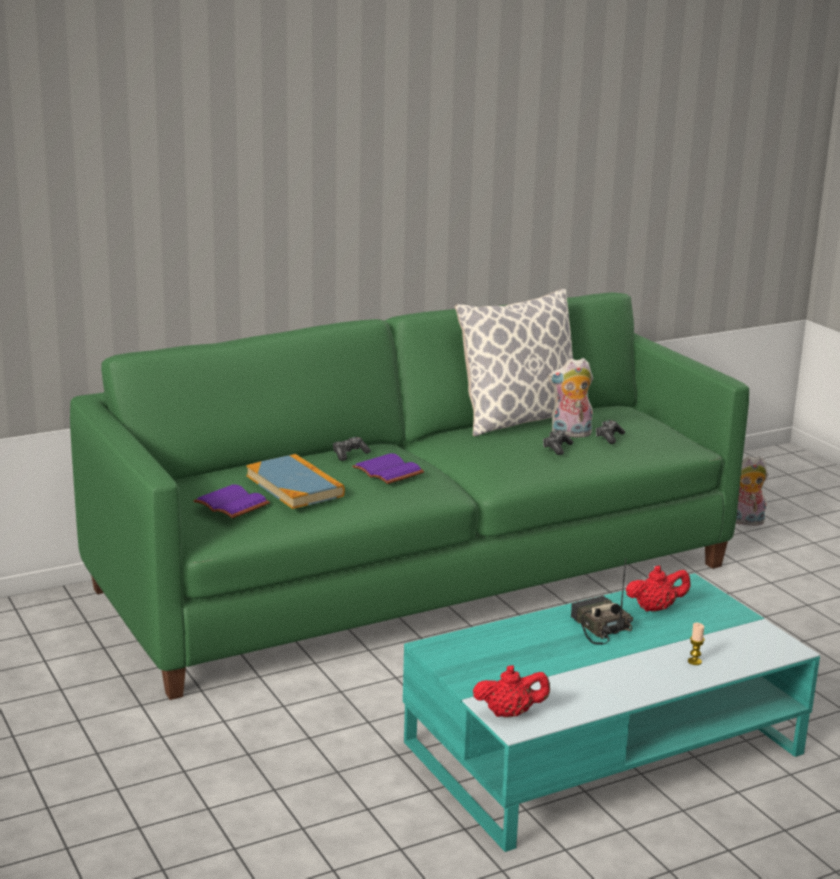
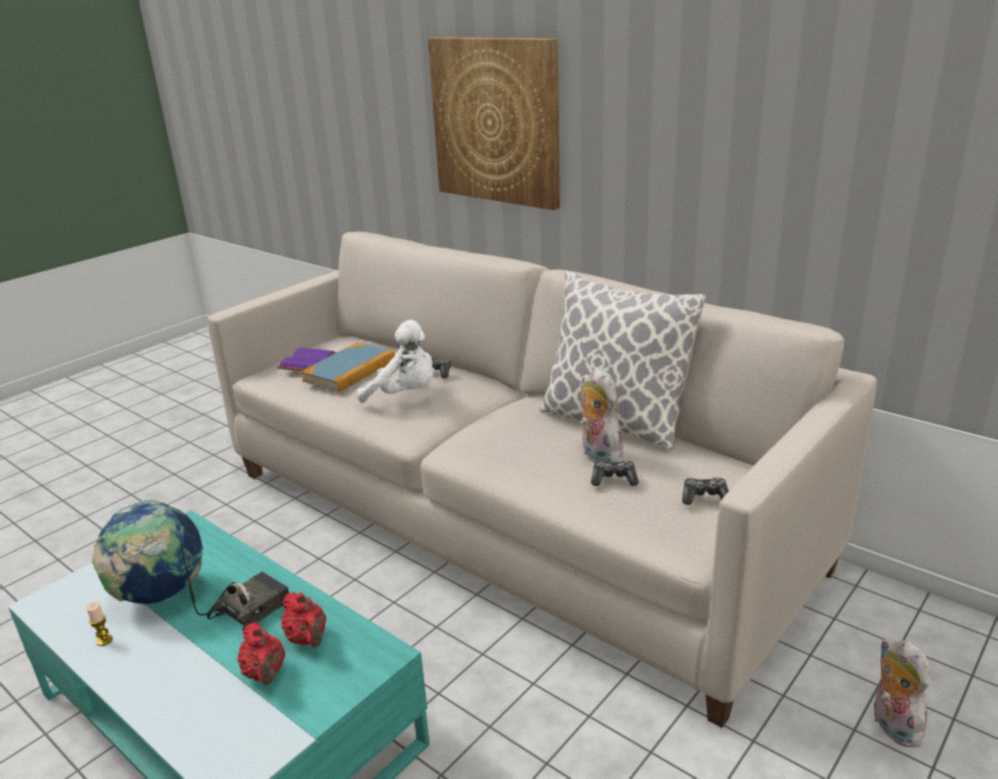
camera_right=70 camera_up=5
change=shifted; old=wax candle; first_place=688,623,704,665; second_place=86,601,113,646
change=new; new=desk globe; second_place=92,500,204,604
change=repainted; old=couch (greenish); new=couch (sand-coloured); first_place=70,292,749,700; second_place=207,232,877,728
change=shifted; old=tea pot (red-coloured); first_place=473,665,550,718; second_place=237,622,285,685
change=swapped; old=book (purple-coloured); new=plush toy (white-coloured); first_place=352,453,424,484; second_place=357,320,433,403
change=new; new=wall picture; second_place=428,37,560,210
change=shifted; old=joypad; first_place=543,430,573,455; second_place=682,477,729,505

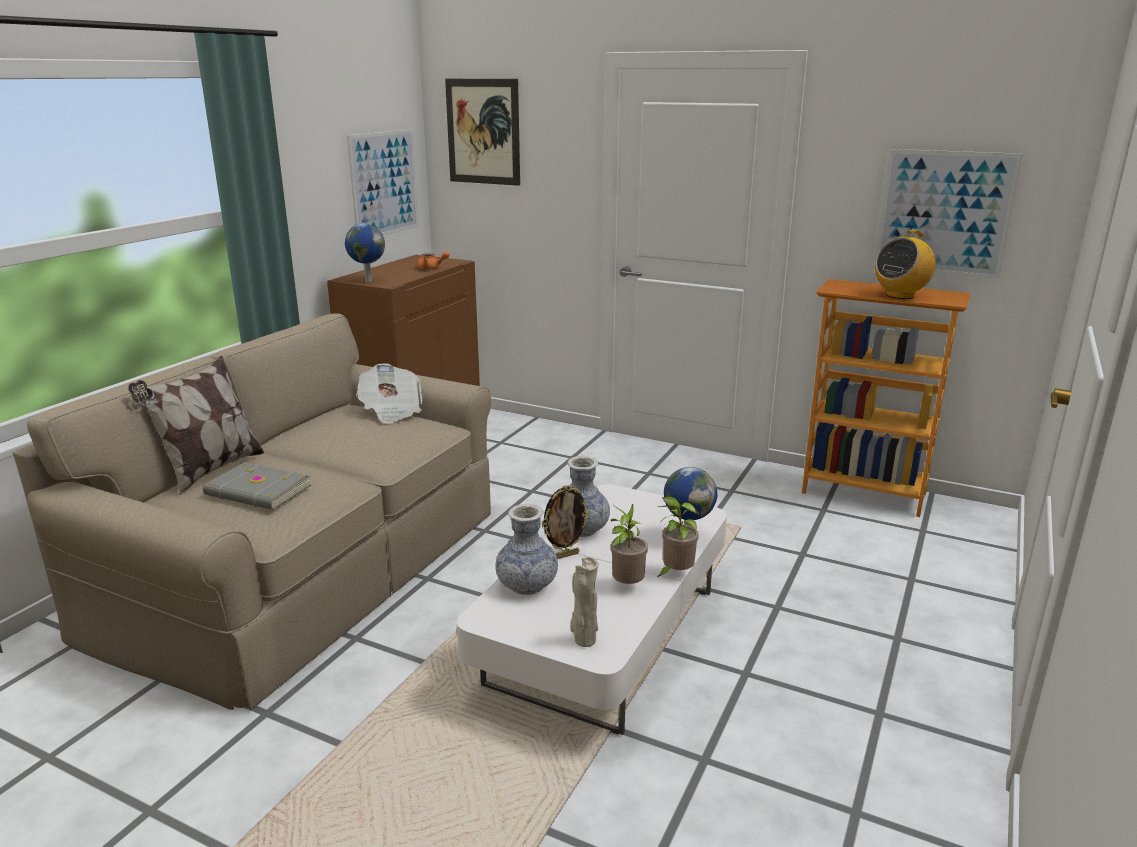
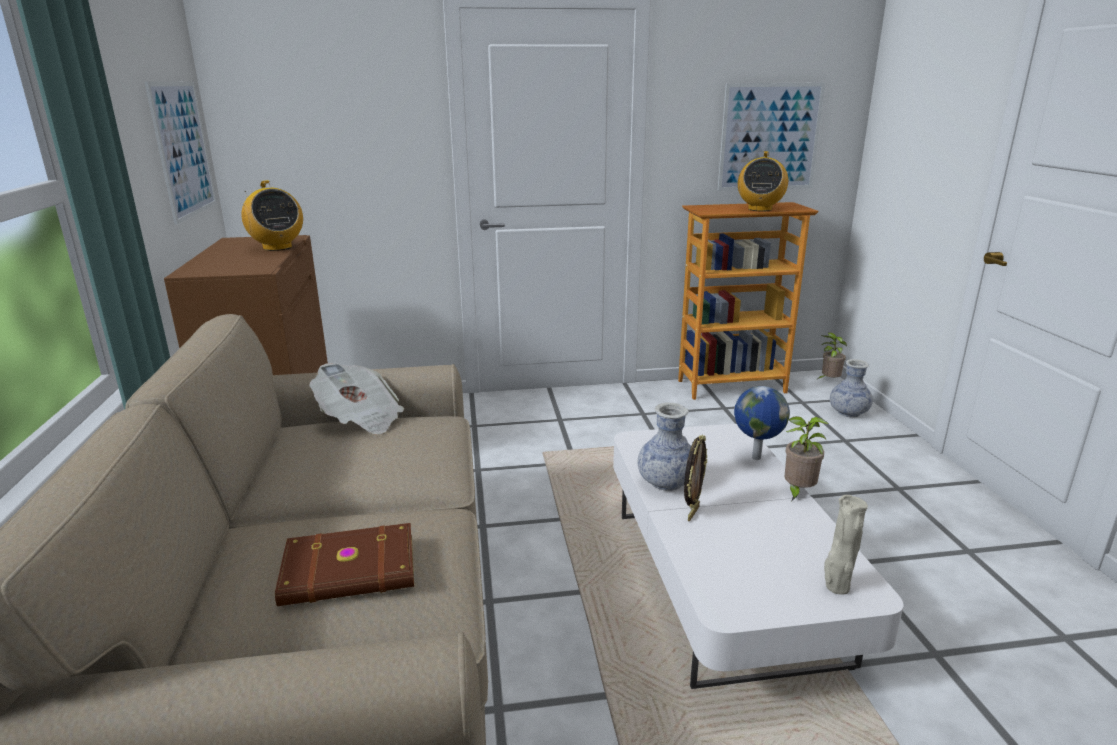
camera_right=-35 camera_up=0
change=swapped; old=tea pot (orangey); new=radio; first_place=417,251,449,270; second_place=241,180,303,251
change=repainted; old=book (greyish); new=book (brown-coloured); first_place=203,462,311,510; second_place=275,523,414,606
change=shifted; old=houseplant; first_place=611,504,648,584; second_place=816,332,847,380
change=shifted; old=flower vase; first_place=495,504,558,595; second_place=830,359,873,417
change=gone; old=throw pillow; first_place=128,356,264,495
change=gone; old=desk globe; first_place=345,223,385,282
change=gone; old=wall picture; first_place=445,79,520,186

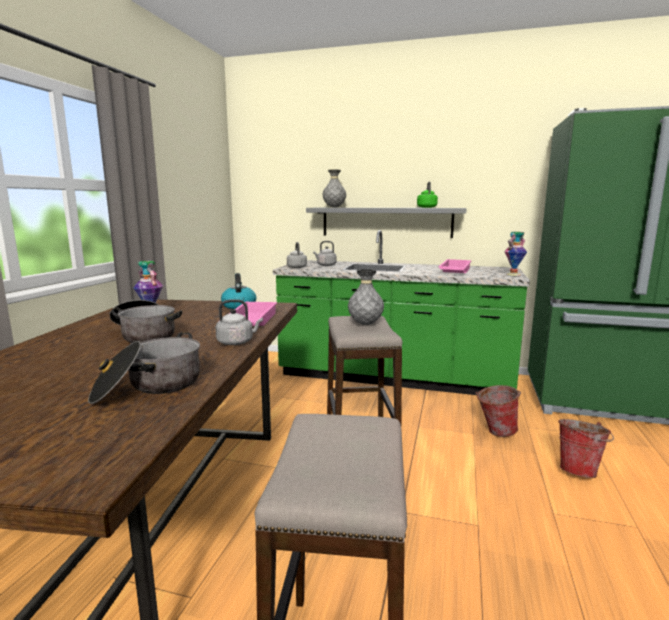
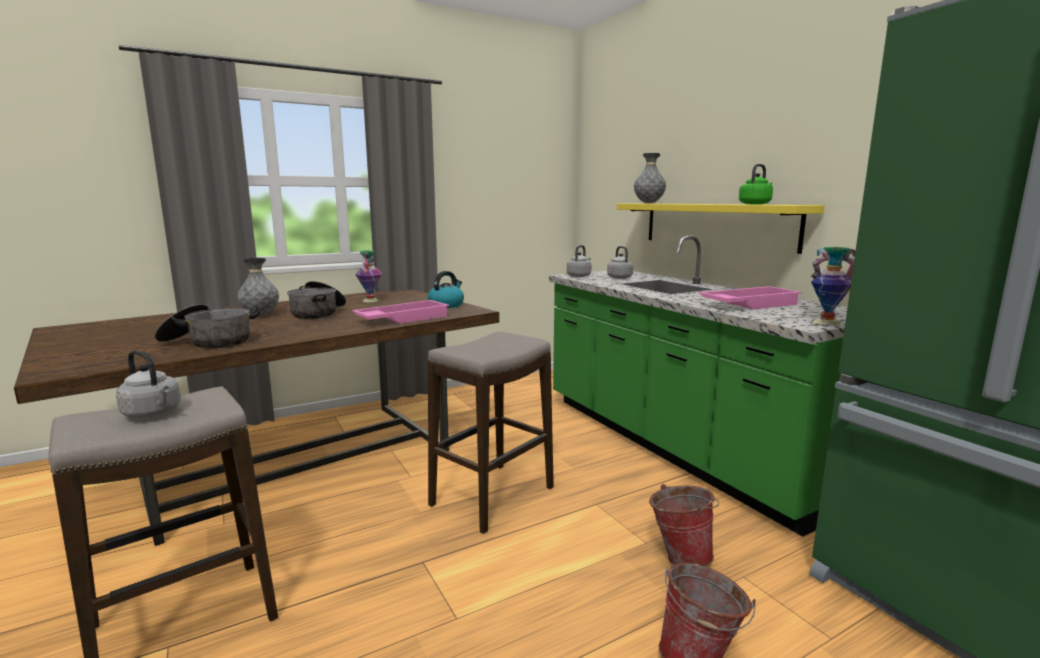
camera_right=45 camera_up=0
change=shifted; old=water kettle (greyish); first_place=215,299,263,345; second_place=116,350,181,418
change=shifted; old=flower vase (greyish); first_place=348,269,384,325; second_place=237,258,279,316
change=repainted; old=wall shelf (greyish); new=wall shelf (yellow); first_place=306,208,467,238; second_place=617,203,825,254

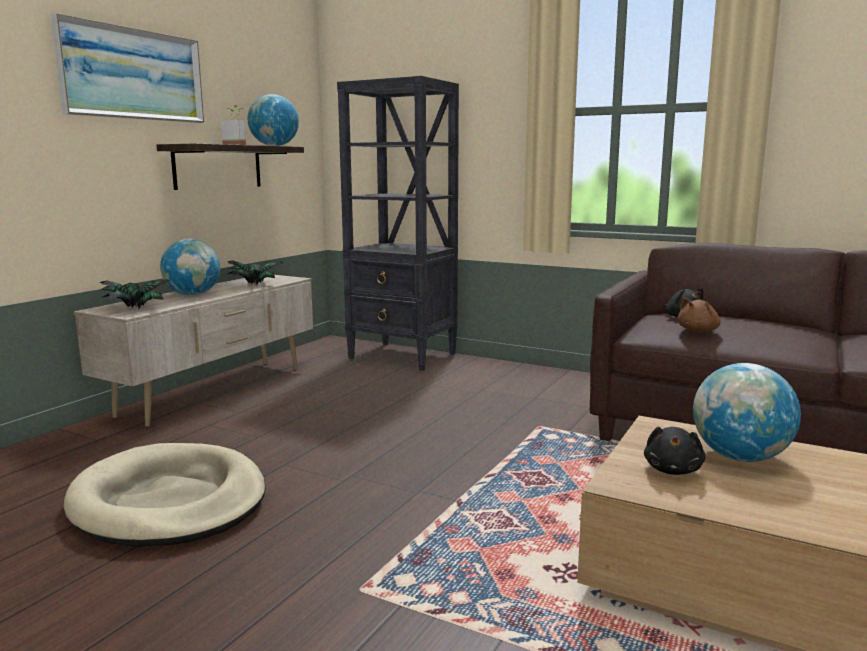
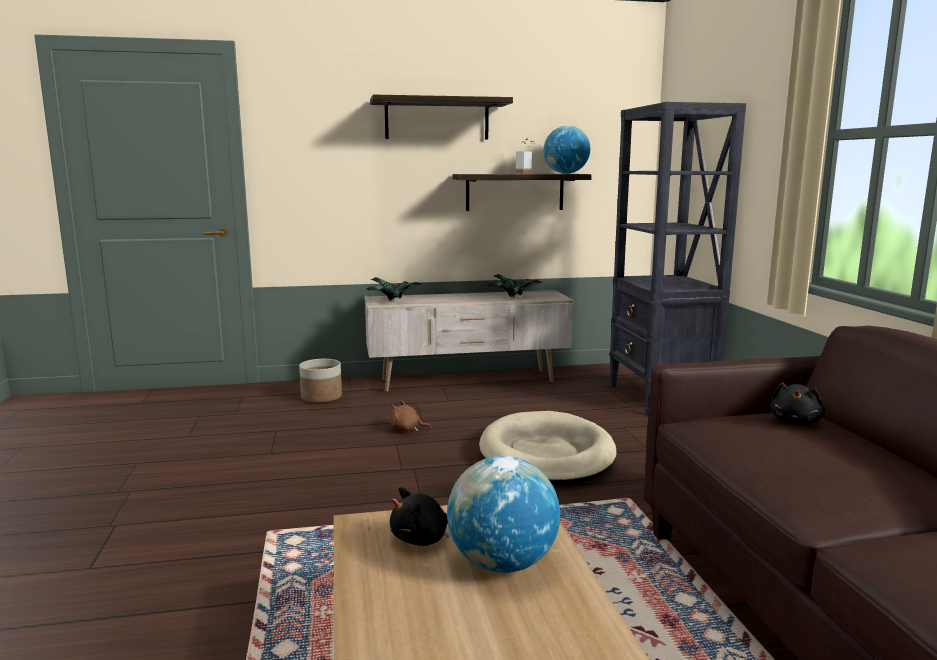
camera_right=50 camera_up=0
change=new; new=planter; second_place=299,359,342,403
change=swapped; old=wall picture; new=wall shelf; first_place=51,13,204,123; second_place=370,95,513,140
change=shifted; old=plush toy (brown-coloured); first_place=678,297,721,332; second_place=390,400,432,431
change=shifted; old=dog cushion (sand-coloured); first_place=64,443,266,547; second_place=479,411,617,486
change=gone; old=desk globe; first_place=160,239,220,296

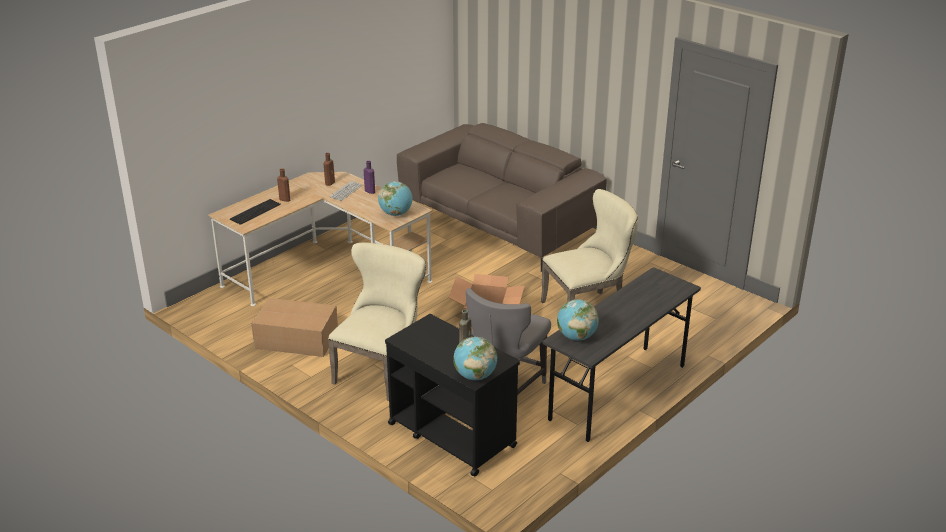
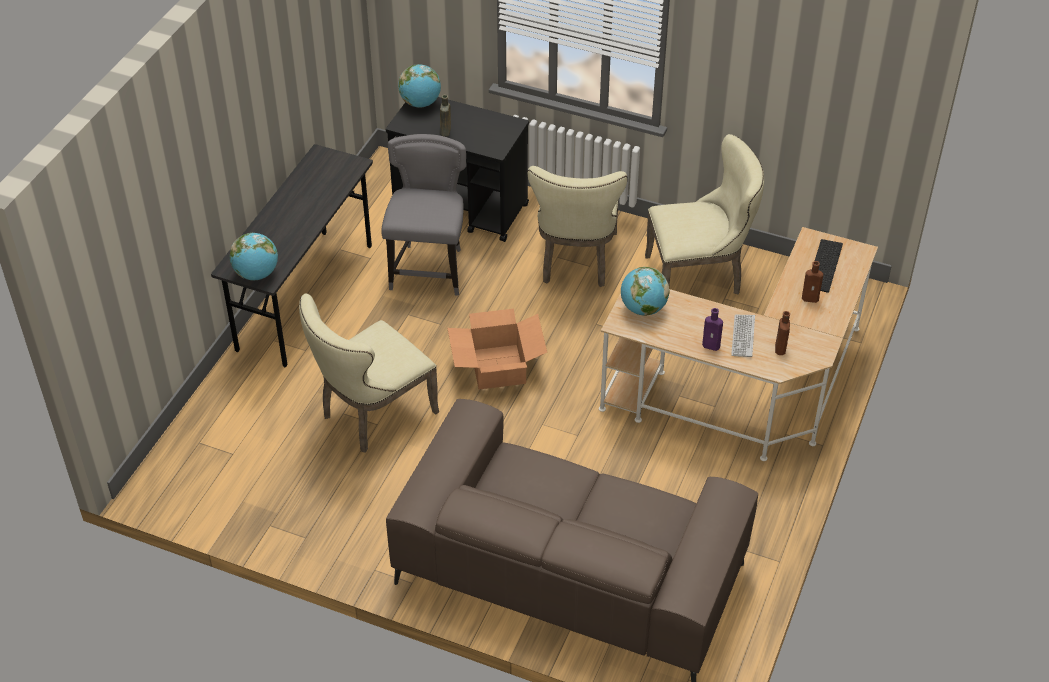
camera_right=160 camera_up=15
change=shifted; old=desk globe; first_place=557,299,599,341; second_place=230,233,278,281
change=swapped; old=carton; new=upright chair (sand-coloured); first_place=252,298,338,357; second_place=645,134,764,294

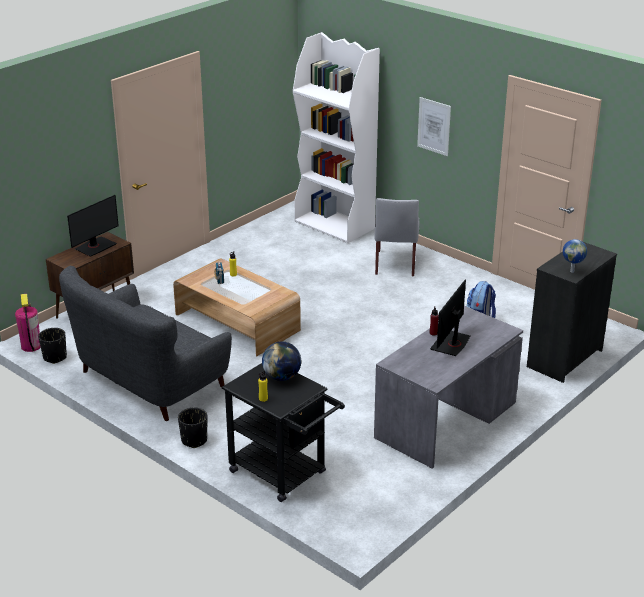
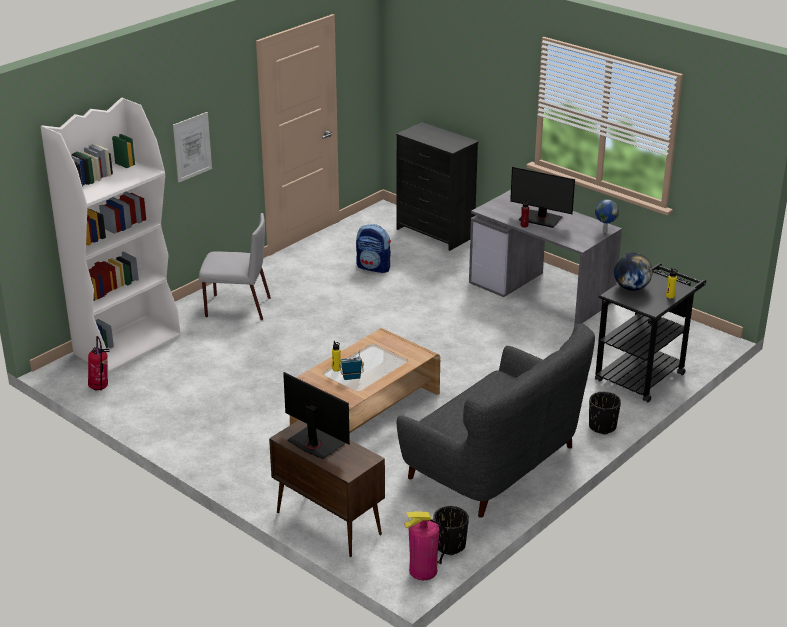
camera_right=-90 camera_up=0
change=new; new=fire extinguisher; second_place=88,336,110,390
change=shifted; old=desk globe; first_place=563,239,587,273; second_place=595,200,619,233

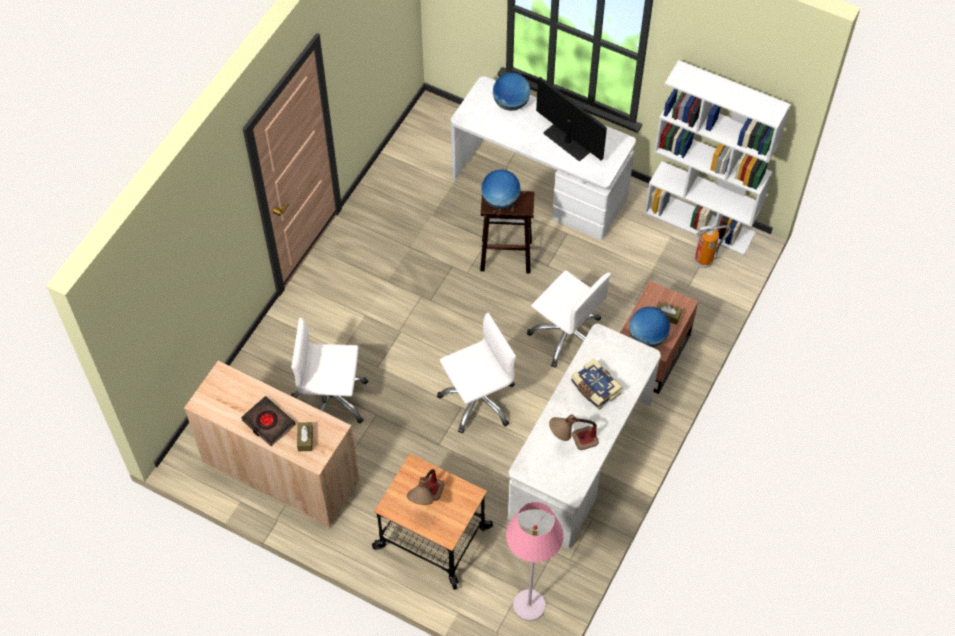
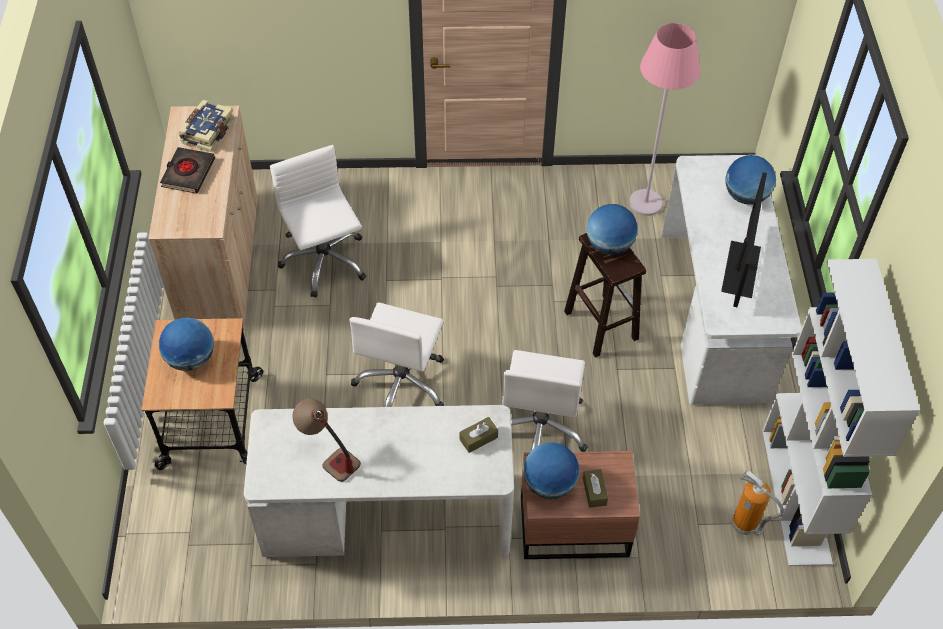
camera_right=60 camera_up=-5
change=swapped; old=tabletop lamp; new=desk globe; first_place=407,469,444,505; second_place=159,318,214,371
change=shifted; old=book; first_place=571,358,622,410; second_place=178,100,235,152
change=rotated; old=computer chair (white-coloured); first_place=437,313,516,434; second_place=349,302,444,407; degrees=75
change=shifted; old=tissue box (brown-coloured); first_place=297,422,313,451; second_place=460,417,498,453
change=shifted; old=standing lamp (pink-coloured); first_place=506,502,564,621; second_place=629,23,700,216

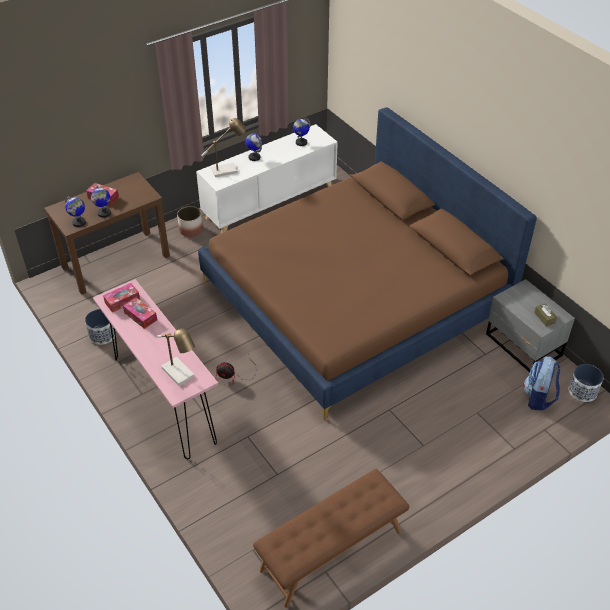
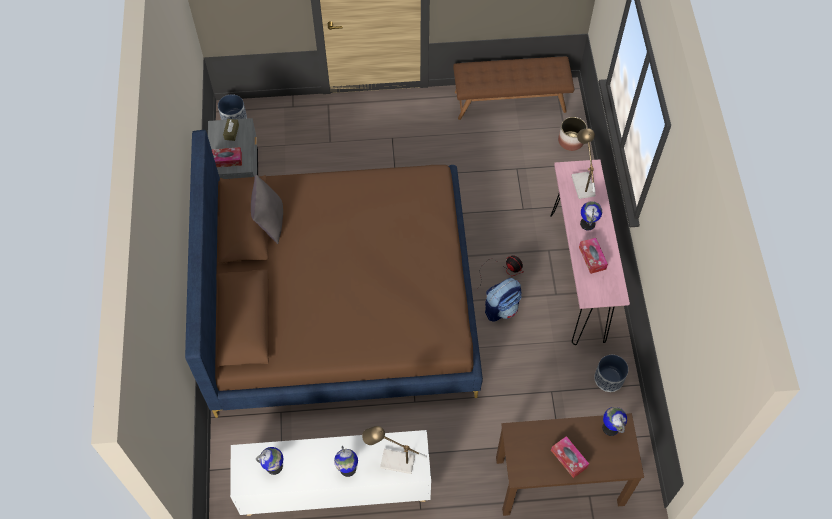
camera_right=-150 camera_up=15
change=shifted; old=tissue box; first_place=103,283,140,312; second_place=212,147,242,167
change=new; new=throw pillow (greyish); second_place=251,175,283,244
change=shifted; old=rucksack; first_place=523,356,561,410; second_place=485,278,522,322
change=shifted; old=planter; first_place=177,206,203,237; second_place=558,117,587,151
change=shifted; old=desk globe; first_place=91,185,111,218; second_place=580,201,602,231

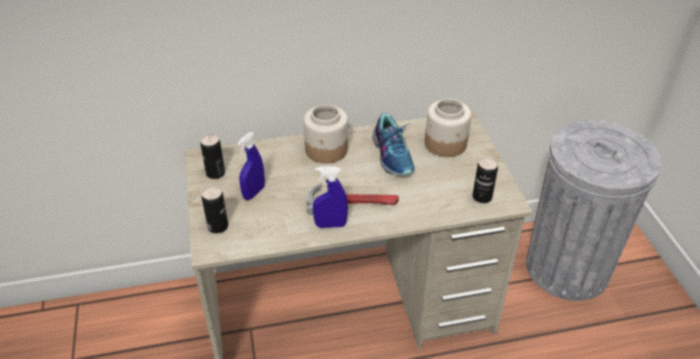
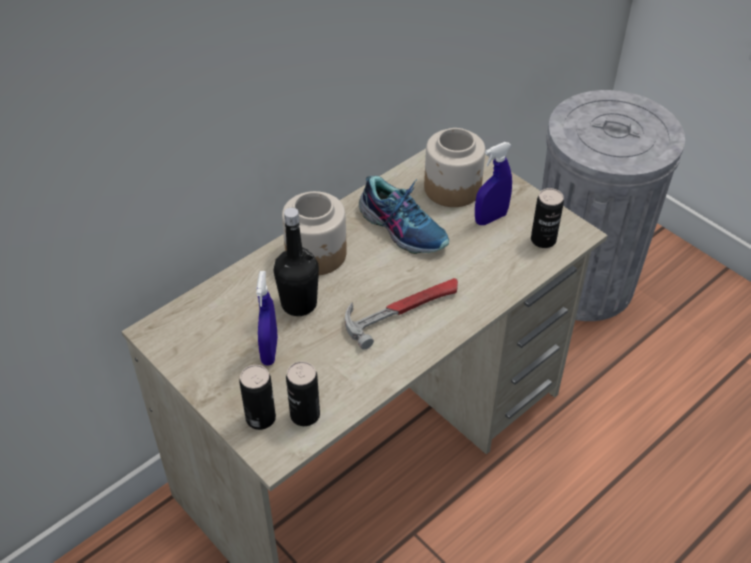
camera_right=-30 camera_up=5
change=new; new=drink bottle (black); second_place=274,207,319,316
change=shifted; old=metal can; first_place=200,134,225,179; second_place=286,361,320,426
change=shifted; old=spray bottle (blue-coloured); first_place=313,166,348,228; second_place=475,142,512,225

